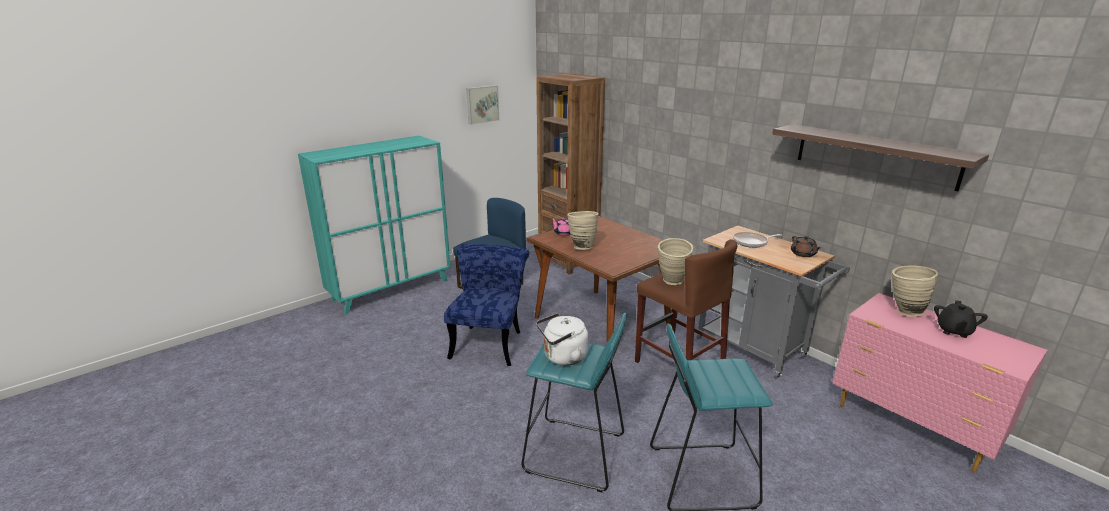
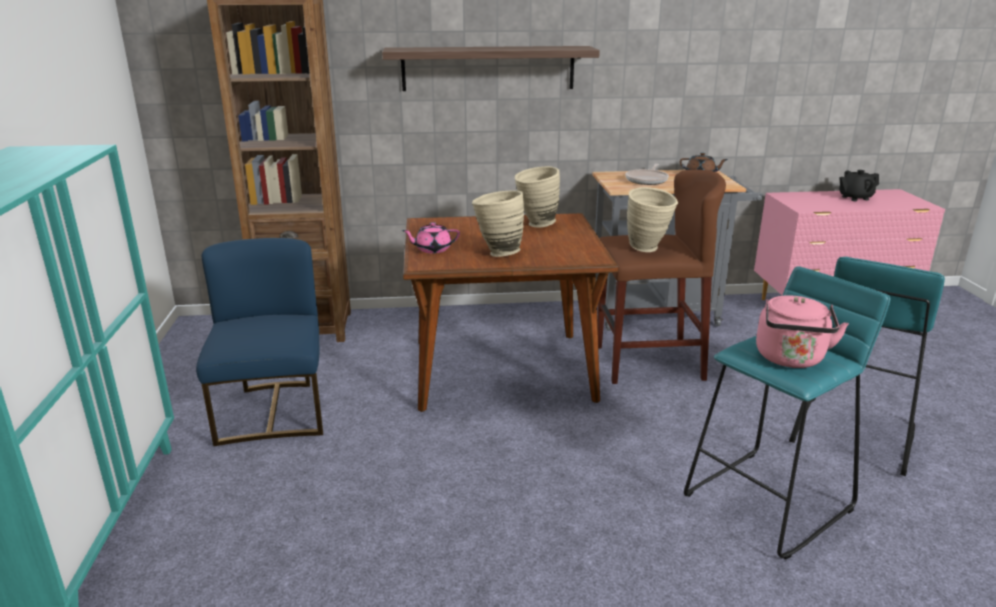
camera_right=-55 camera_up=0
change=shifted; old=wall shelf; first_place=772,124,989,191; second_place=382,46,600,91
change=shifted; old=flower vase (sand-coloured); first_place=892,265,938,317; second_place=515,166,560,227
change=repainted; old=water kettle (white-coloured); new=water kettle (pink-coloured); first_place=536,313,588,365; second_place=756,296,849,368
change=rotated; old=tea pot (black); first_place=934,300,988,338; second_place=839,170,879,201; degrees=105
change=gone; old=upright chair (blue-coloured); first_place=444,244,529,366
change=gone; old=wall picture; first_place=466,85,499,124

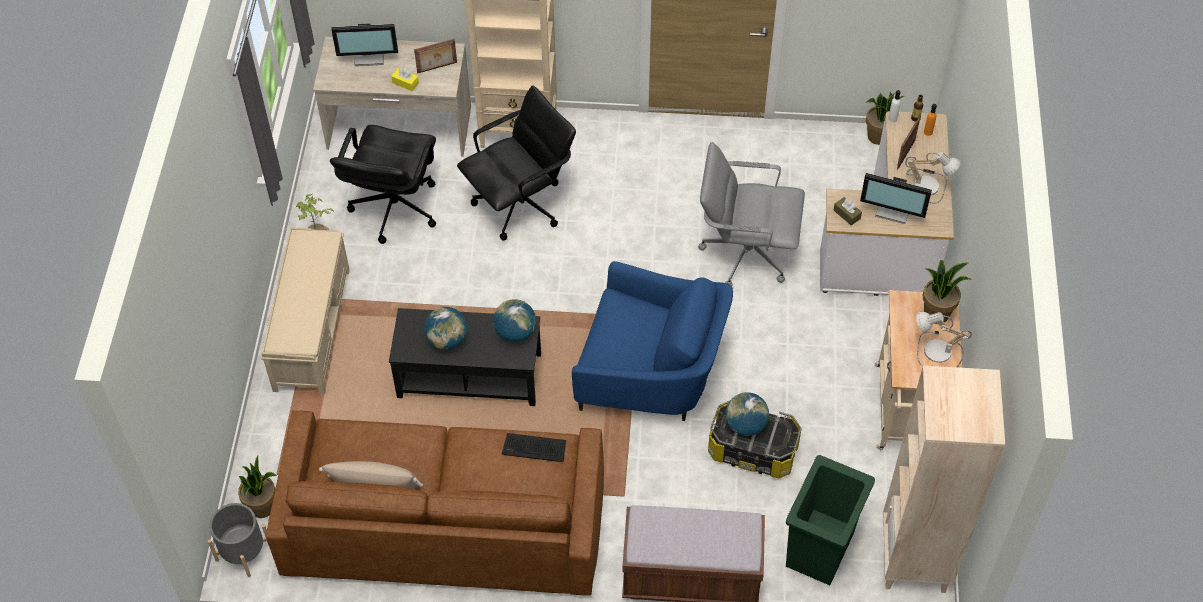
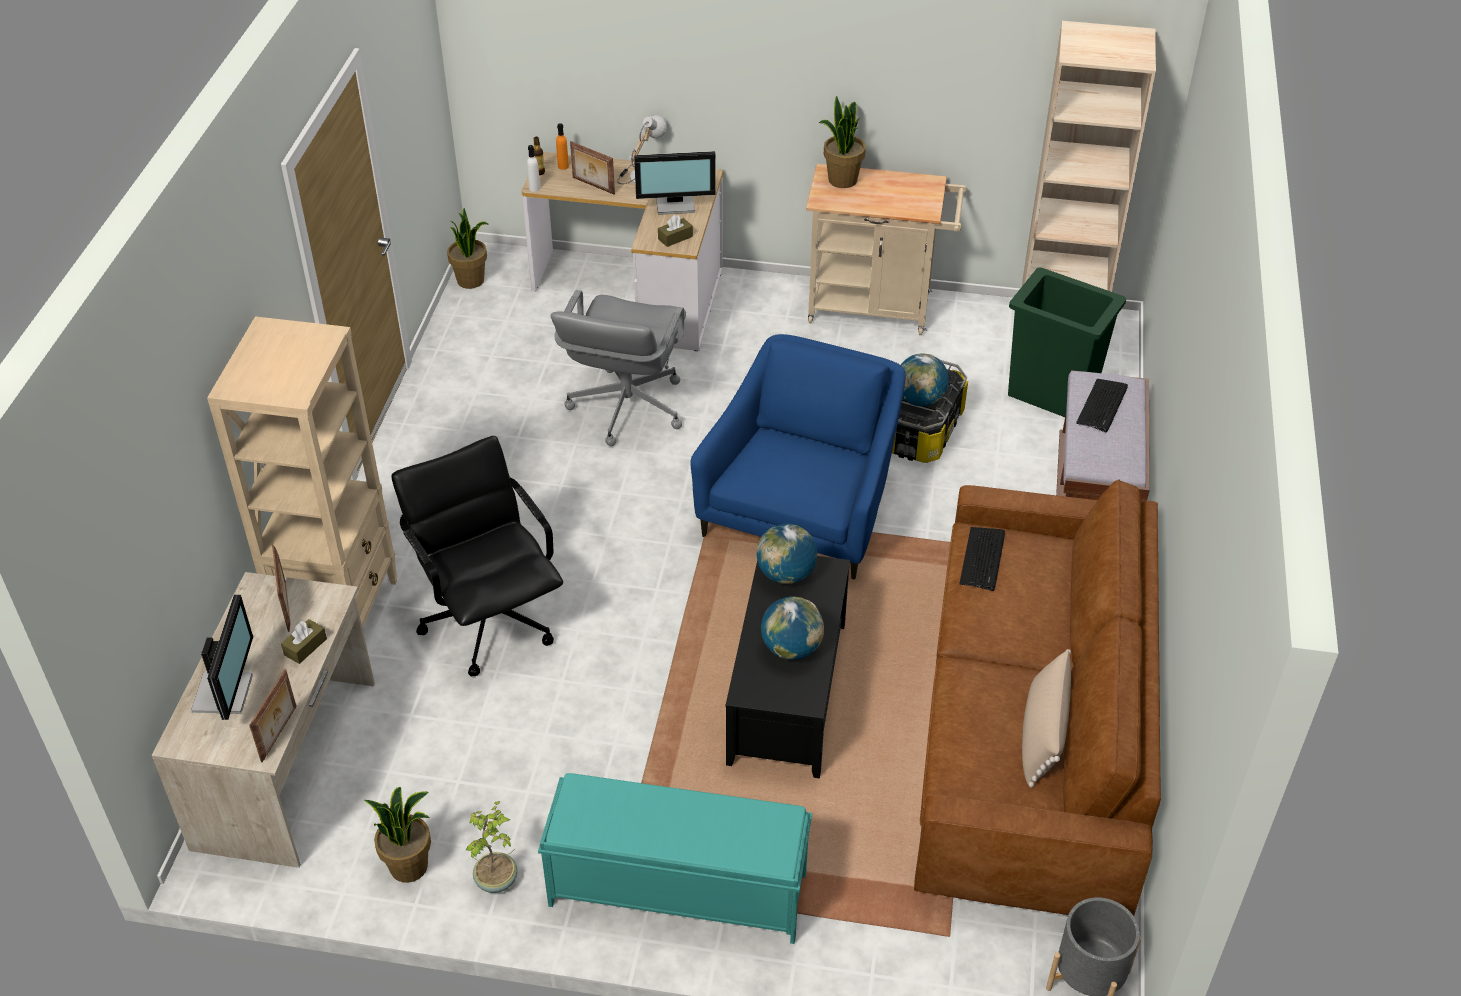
camera_right=-85 camera_up=-10
change=new; new=picture frame; second_place=249,669,297,762
change=repainted; old=tissue box (yellow); new=tissue box (brown-coloured); first_place=391,68,419,91; second_place=281,619,327,664
change=shifted; old=houseplant; first_place=238,456,277,518; second_place=364,787,431,883
change=repainted; old=indoor bench (sand-coloured); new=indoor bench (turquoise); first_place=261,227,350,395; second_place=538,773,812,944
change=rotated; old=monitor; first_place=860,173,932,224; second_place=634,151,716,215; degrees=60
change=new; new=keyboard; second_place=1076,379,1128,432
change=gone; old=computer chair (black); first_place=330,125,436,244
change=gone; old=tabletop lamp; first_place=916,312,972,367

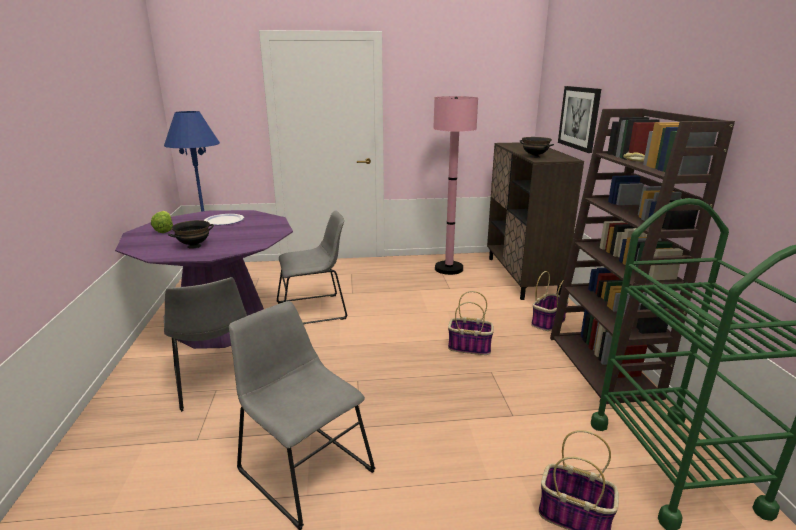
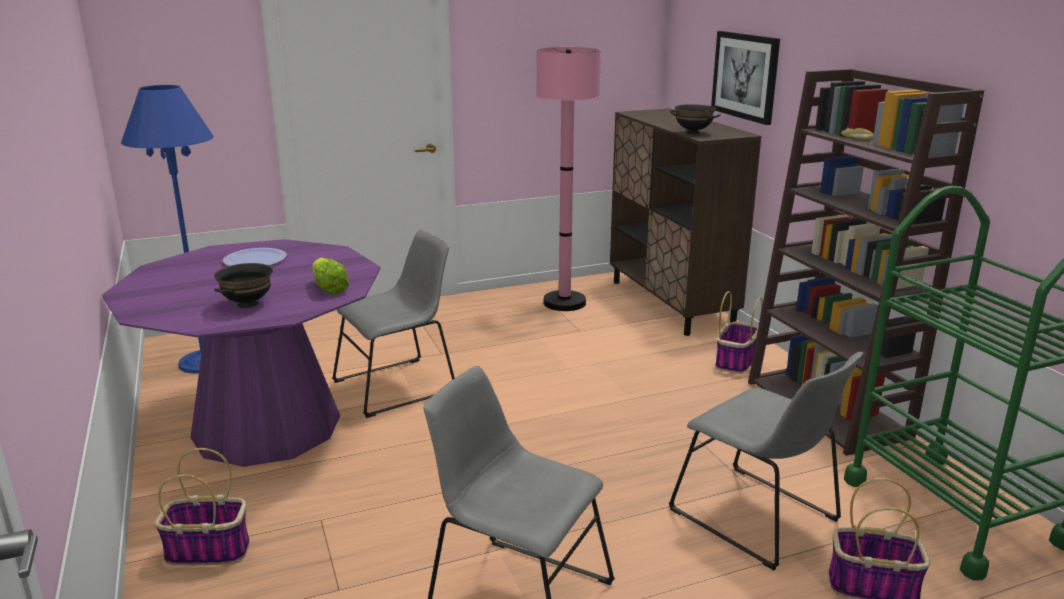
camera_right=-15 camera_up=0
change=shifted; old=storage basket; first_place=448,291,494,355; second_place=155,448,250,566
change=shifted; old=lettuce; first_place=151,211,173,233; second_place=312,258,349,295
change=shifted; old=upright chair (greyish); first_place=164,277,247,412; second_place=669,352,863,571

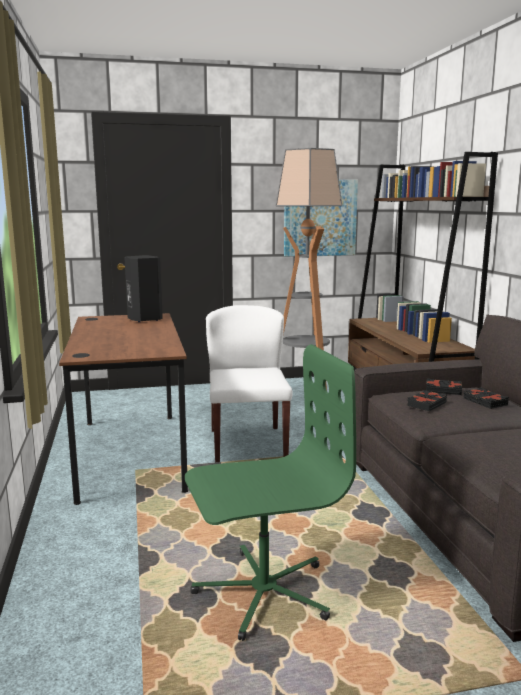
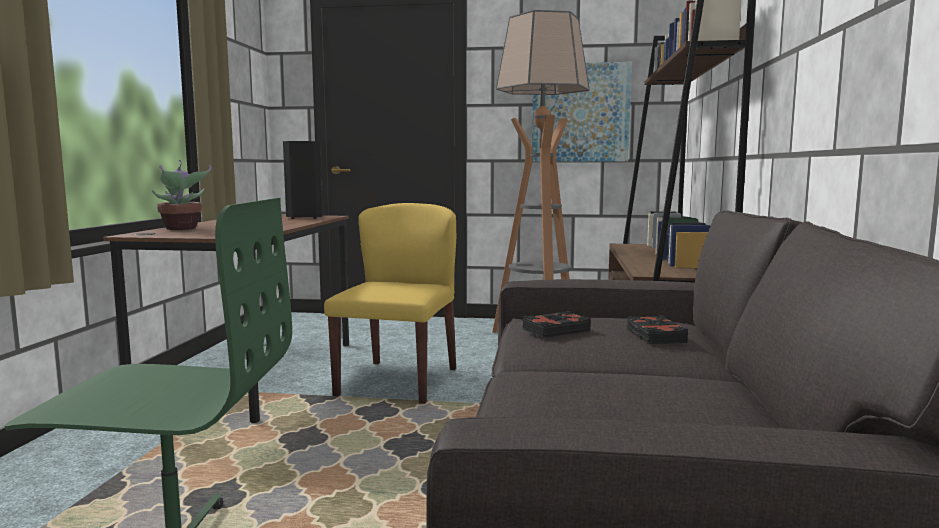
camera_right=20 camera_up=-5
change=new; new=houseplant; second_place=152,160,212,230
change=repainted; old=upright chair (white-coloured); new=upright chair (yellow); first_place=206,305,292,462; second_place=324,203,456,404
change=gone; old=book (black); first_place=426,378,462,395

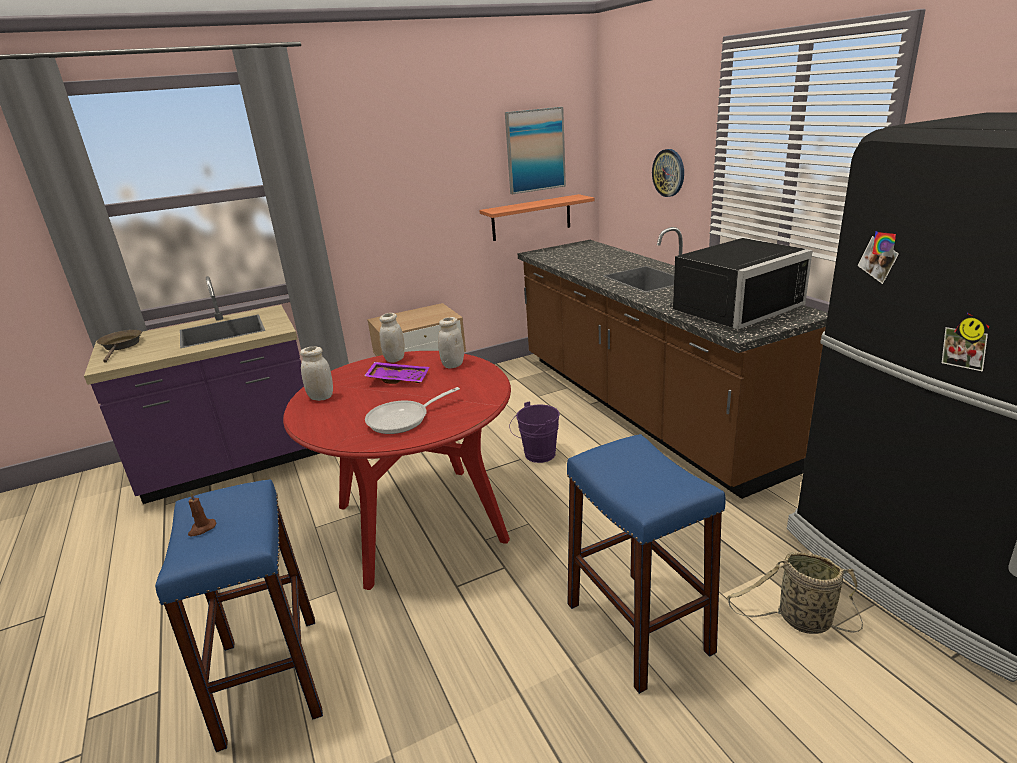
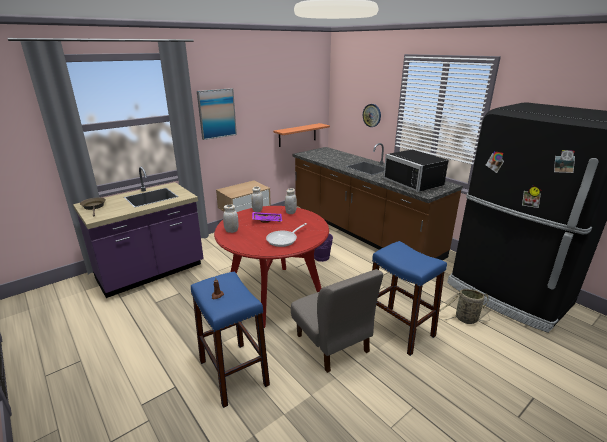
camera_right=-15 camera_up=0
change=shifted; old=wall picture; first_place=505,107,566,194; second_place=197,88,237,140
change=new; new=upright chair (greyish); second_place=291,269,383,373
change=rotated; old=microwave oven (black); first_place=669,238,813,330; second_place=383,149,449,192; degrees=105

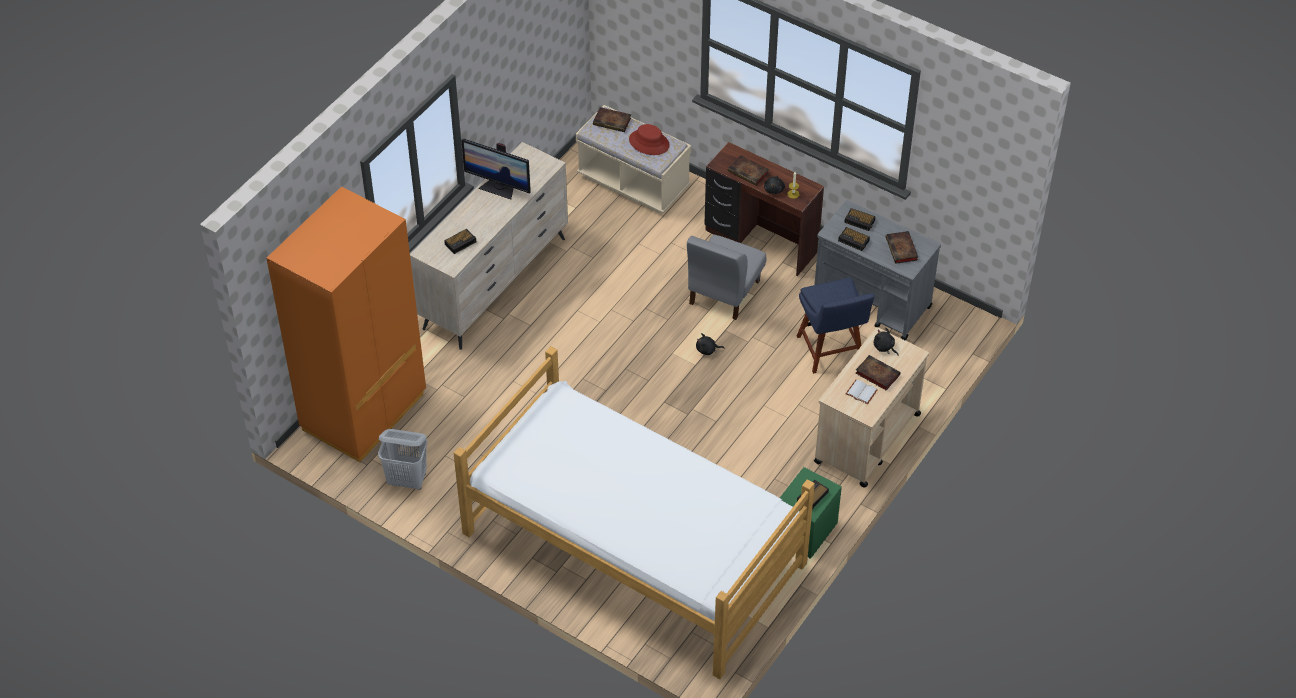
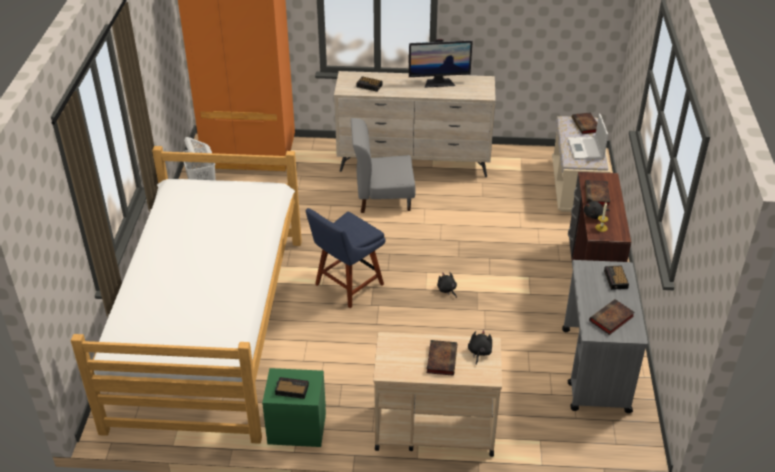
camera_right=60 camera_up=-10
change=shifted; old=upright chair (blue-coloured); first_place=797,277,874,374; second_place=306,208,386,308
change=shifted; old=upright chair (greyish); first_place=687,235,766,320; second_place=351,118,416,213
change=rotated; old=monitor; first_place=461,139,531,199; second_place=409,39,473,88; degrees=-90
change=swapped; old=hat (red-coloured); new=laptop; first_place=629,124,669,155; second_place=568,114,608,160
change=gone; old=bedside clock; first_place=838,227,870,251
change=gone; old=book (white-coloured); first_place=846,380,878,404

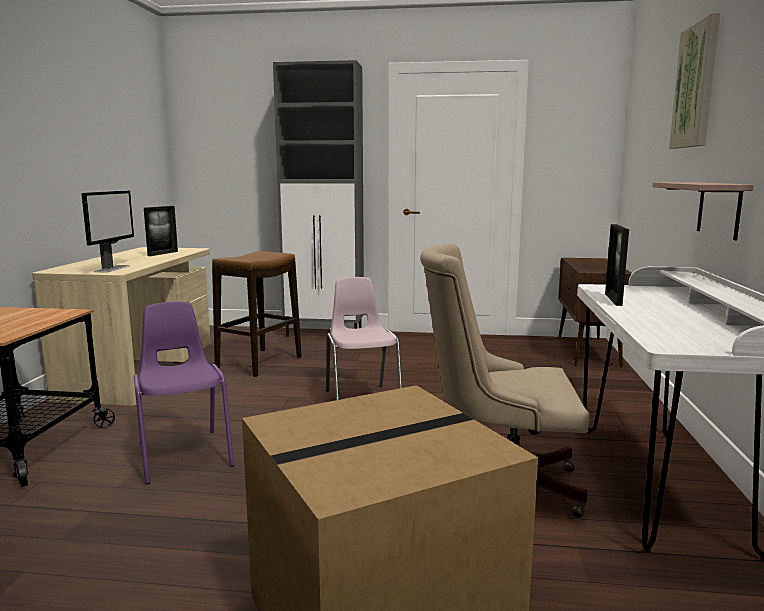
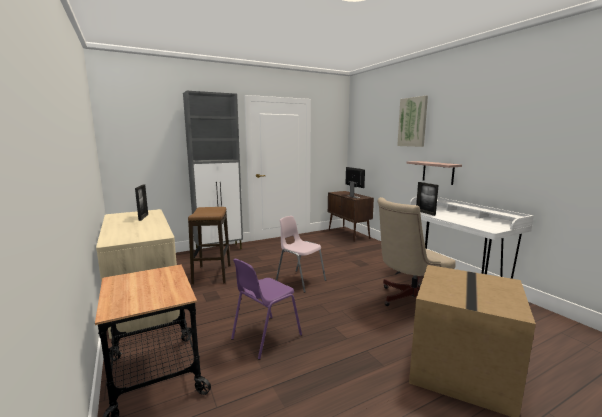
camera_right=-35 camera_up=0
change=rotated; old=upright chair (purple-coloured); first_place=134,301,234,484; second_place=231,259,302,360; degrees=-75
change=shifted; old=monitor; first_place=82,190,134,272; second_place=345,167,365,198

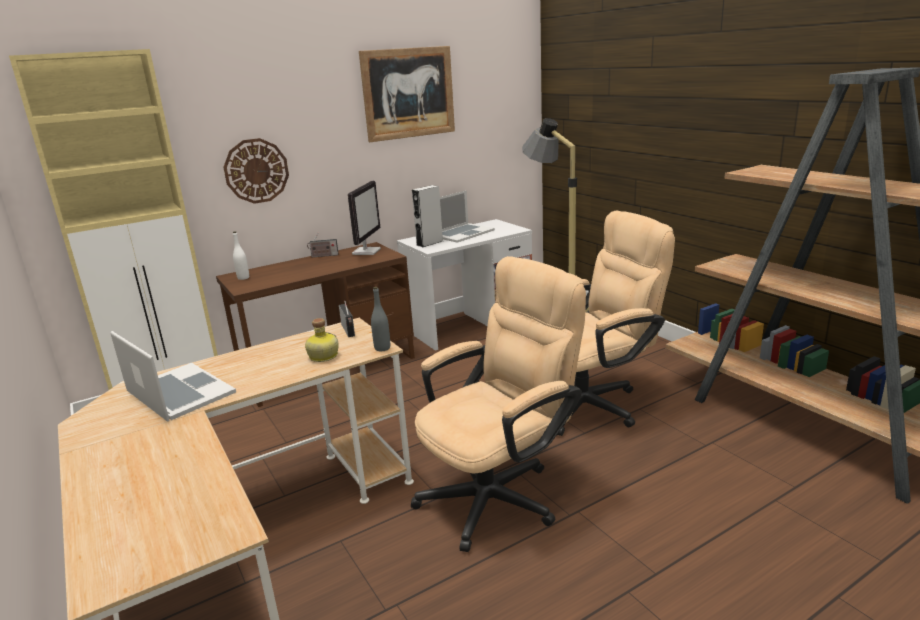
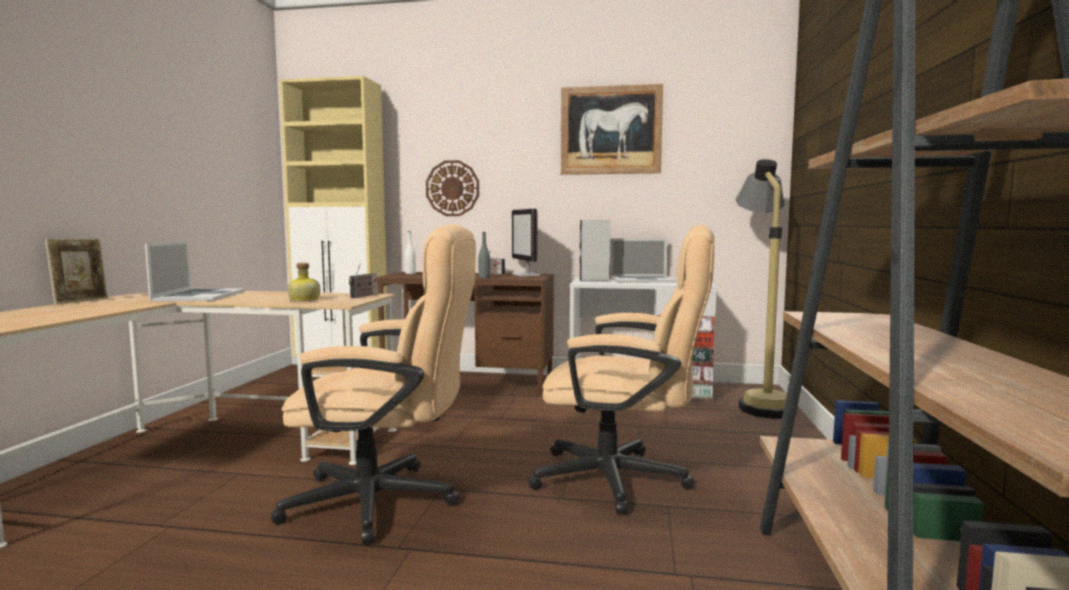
camera_right=40 camera_up=-15
change=new; new=picture frame; second_place=45,239,108,305
change=shifted; old=drink bottle (greyish); first_place=371,287,390,351; second_place=478,232,490,278
change=rotated; old=monitor; first_place=348,181,381,255; second_place=512,209,541,277; degrees=105

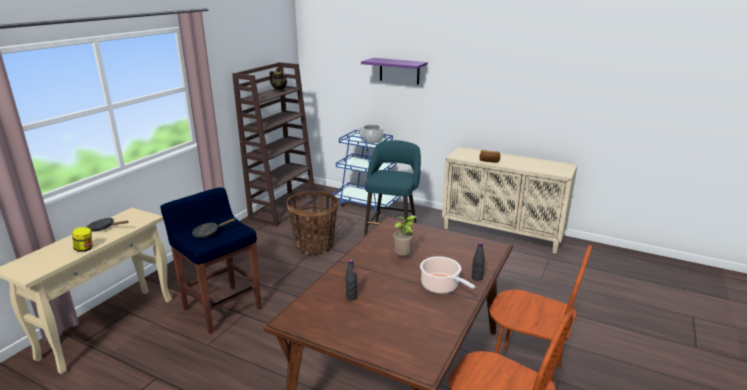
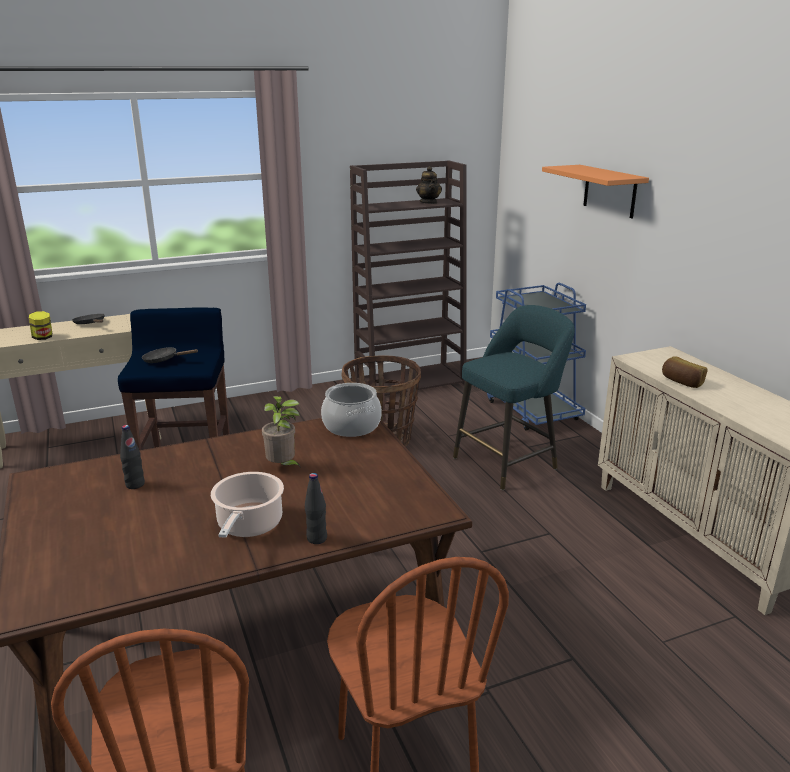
camera_right=40 camera_up=0
change=shifted; old=stockpot; first_place=359,124,384,143; second_place=321,383,382,437
change=repainted; old=wall shelf (purple-coloured); new=wall shelf (orangey); first_place=361,58,428,84; second_place=542,165,649,218

